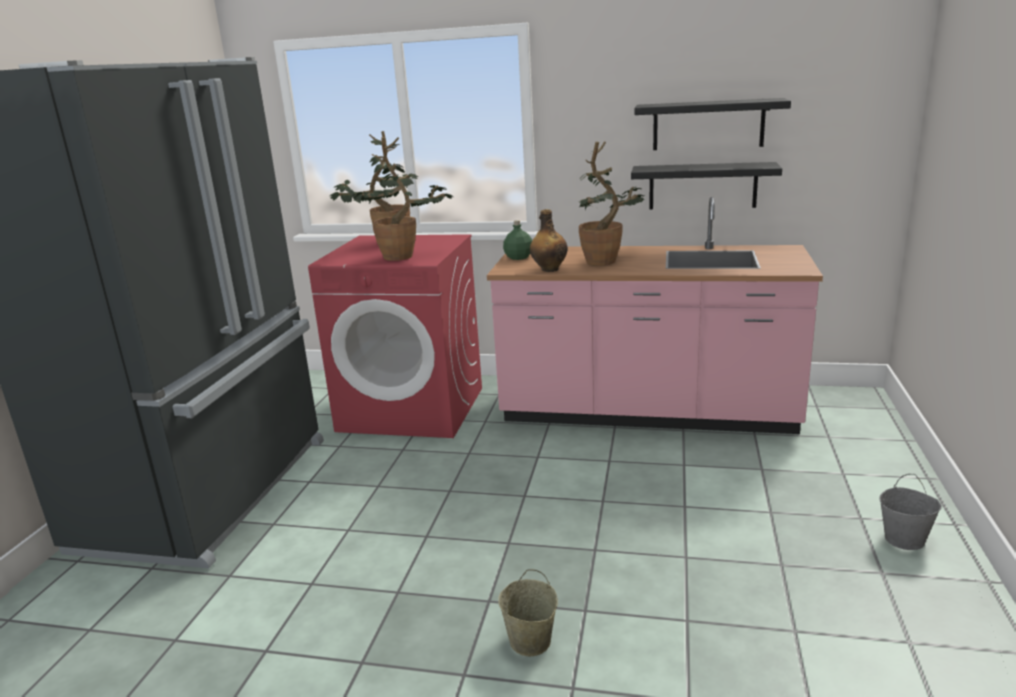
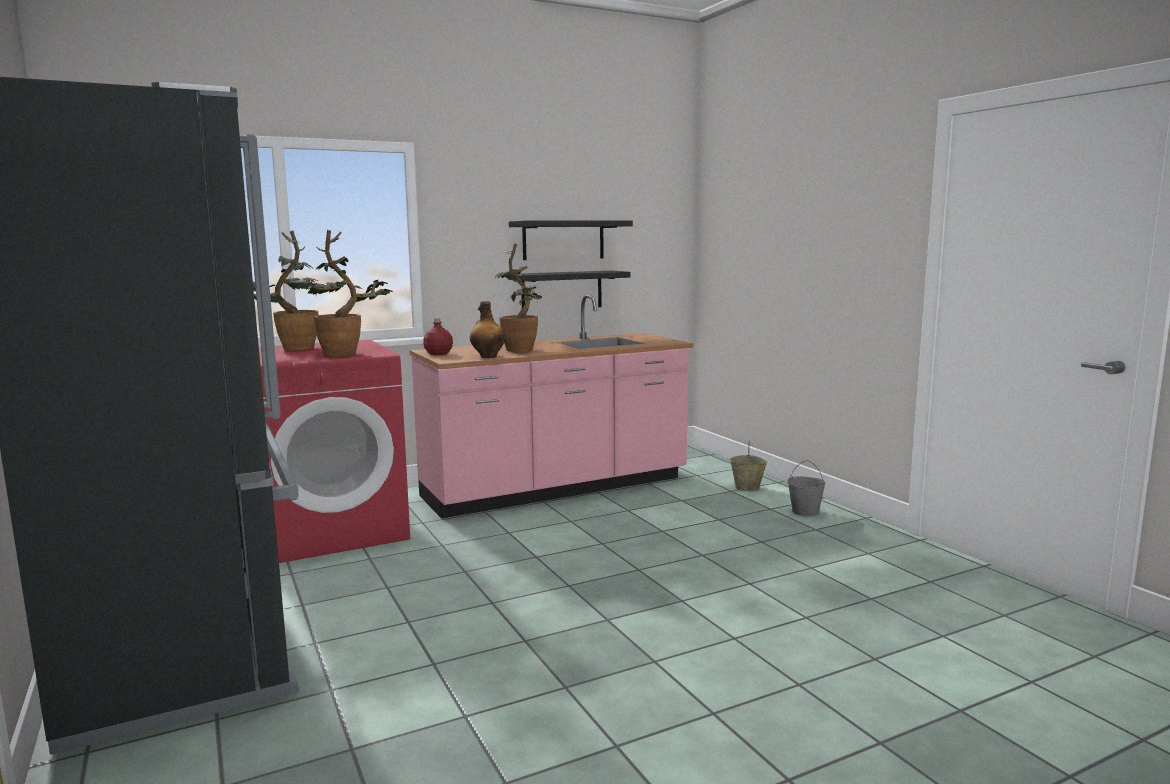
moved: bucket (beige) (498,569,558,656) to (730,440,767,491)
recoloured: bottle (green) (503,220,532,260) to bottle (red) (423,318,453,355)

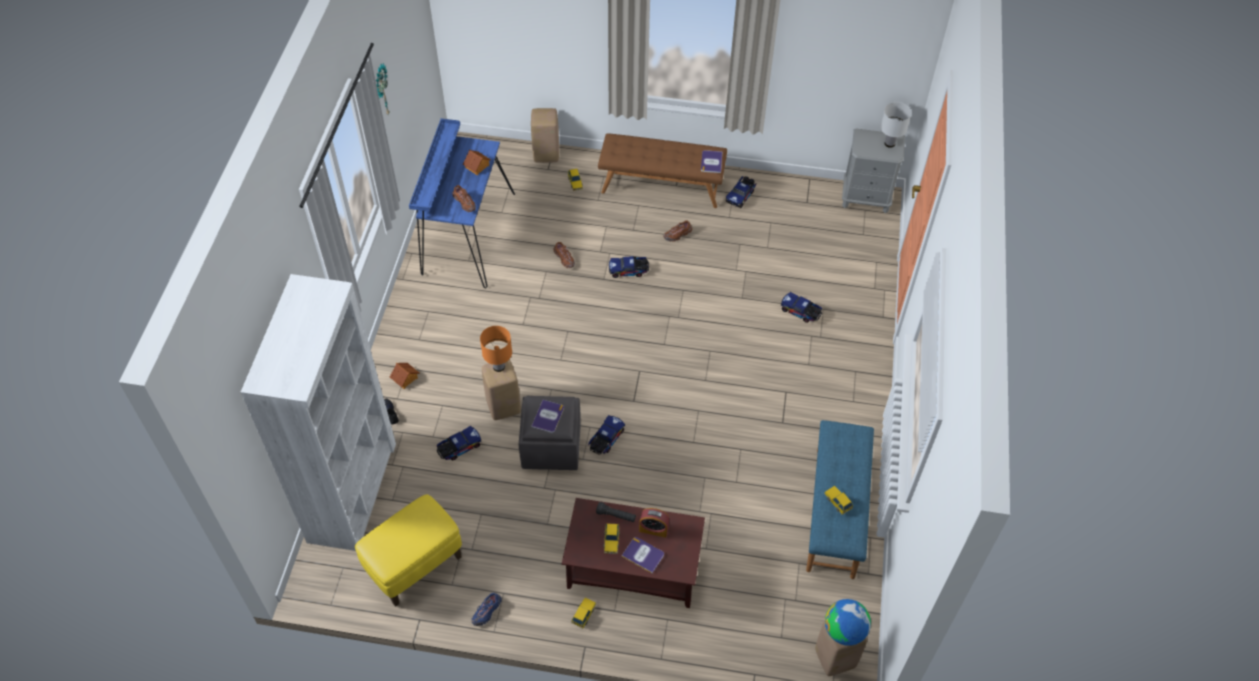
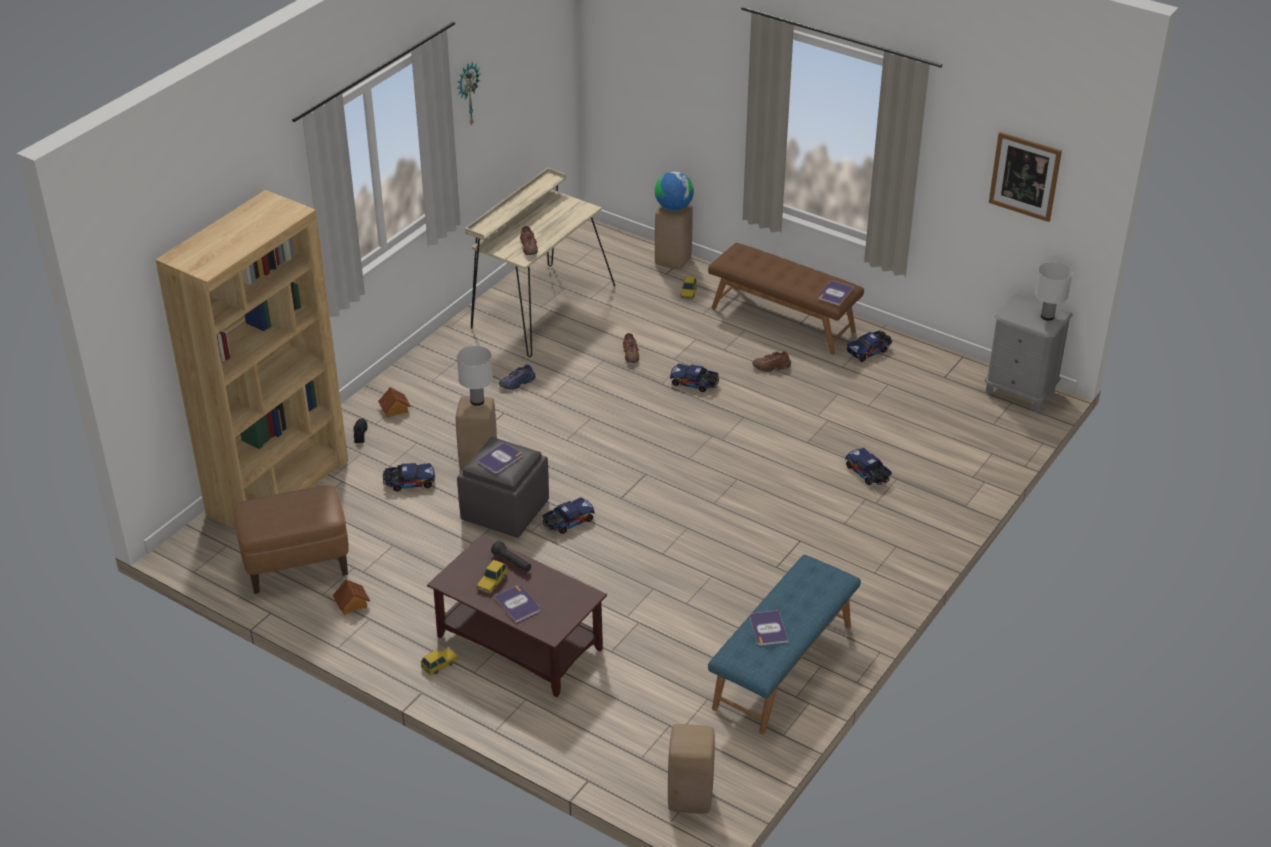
removed: alarm clock (639,508,669,538)
added: picture (989,132,1062,222)
moved: toy house (463,150,491,175) to (333,579,370,615); shoe (blue) (471,593,502,626) to (498,364,536,390); globe (825,599,871,646) to (655,171,694,211)
replaced: toy car (824,486,853,515) to book (750,610,788,645)
recoloured: bookcase (white) (241,274,396,551) to bookcase (brown) (155,190,348,530); ottoman (yellow) (355,494,462,607) to ottoman (brown) (233,486,349,594); desk (blue) (409,118,515,288) to desk (beige) (465,168,615,357); table lamp (orange) (480,326,512,372) to table lamp (white) (457,346,493,406)

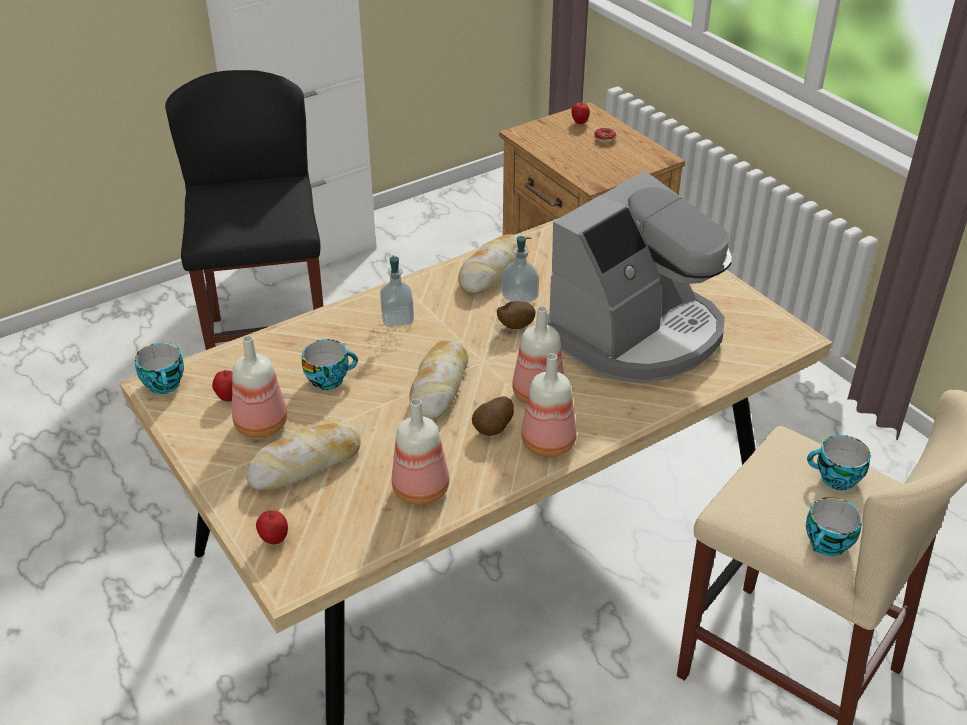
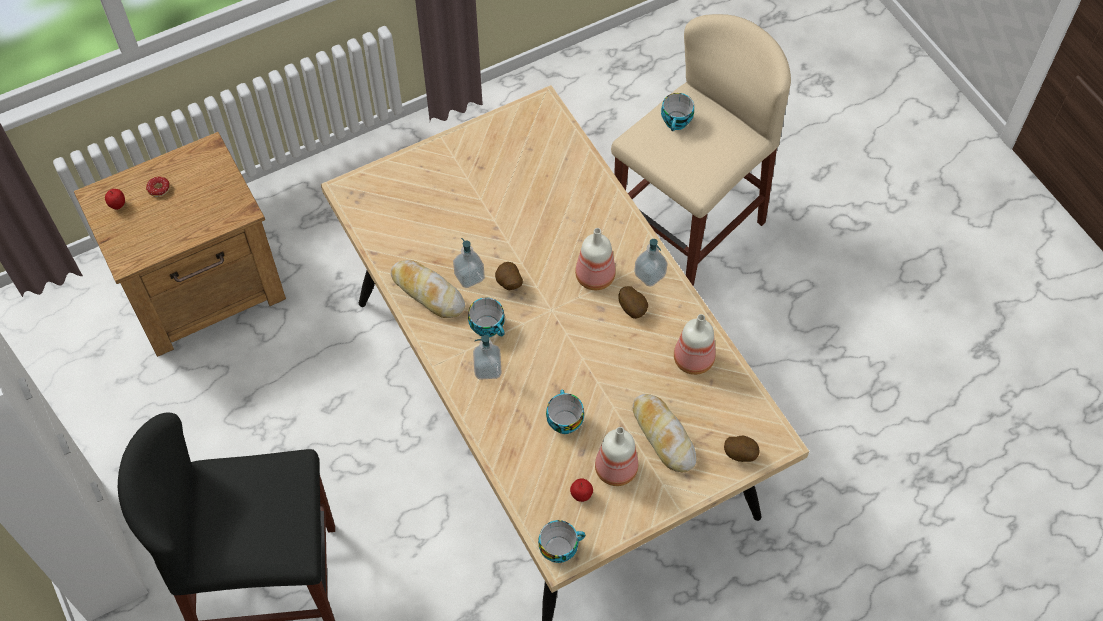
removed: bread (409,339,468,419); coffee machine (547,171,732,383)
moved: cup (806,497,862,556) to (468,298,505,337)
replaced: apple (256,510,288,544) to potato (724,436,760,462); bottle (521,353,576,457) to soap dispenser (634,239,668,287)

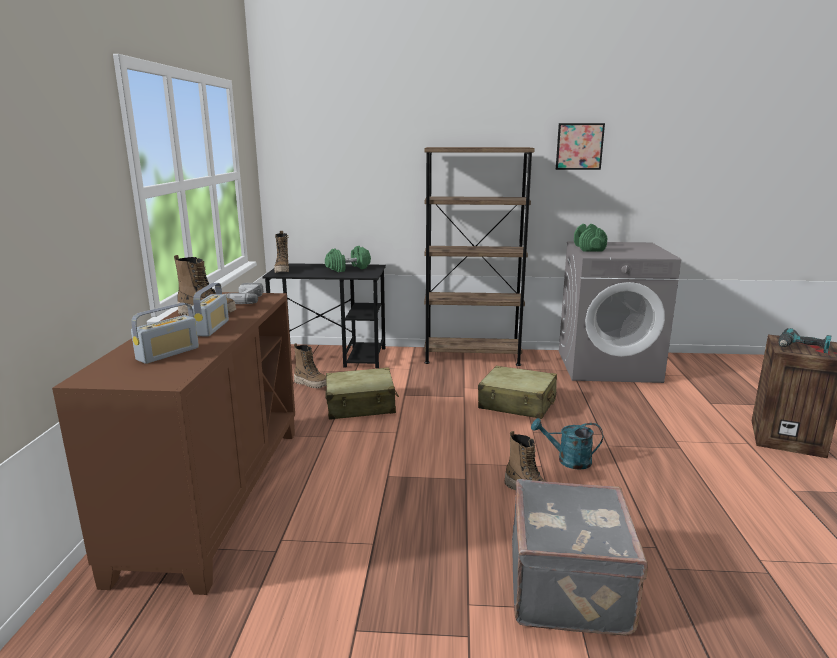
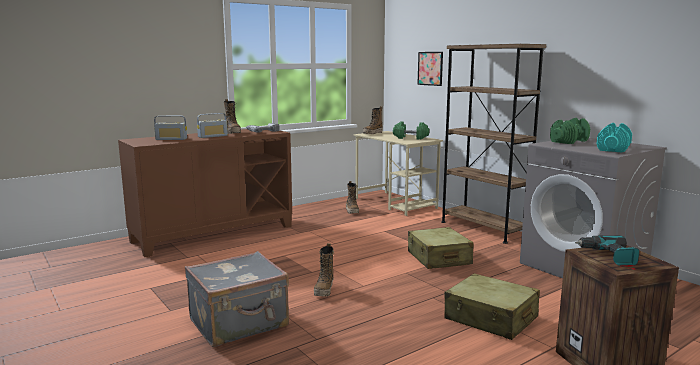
removed: watering can (turquoise) (531,418,603,470)
added: dumbbell (turquoise) (597,123,632,152)
moved: suitcase (beige) (325,367,399,420) to (444,273,540,340); picture (556,123,605,170) to (417,52,443,86)
recoloured: desk (black) (262,263,386,368) to desk (beige) (354,131,443,216)

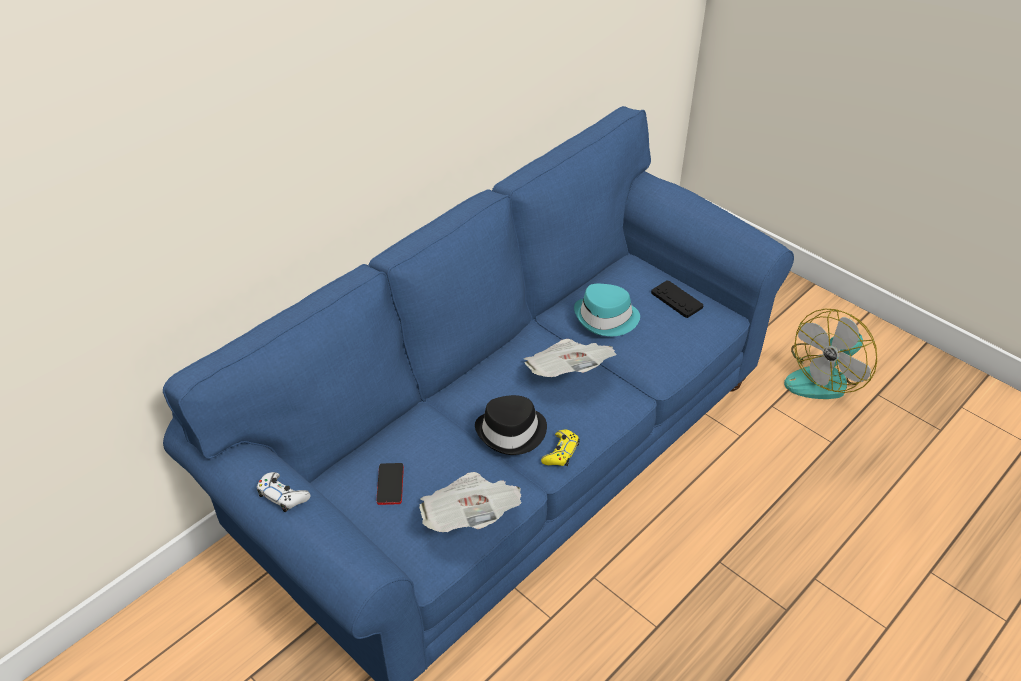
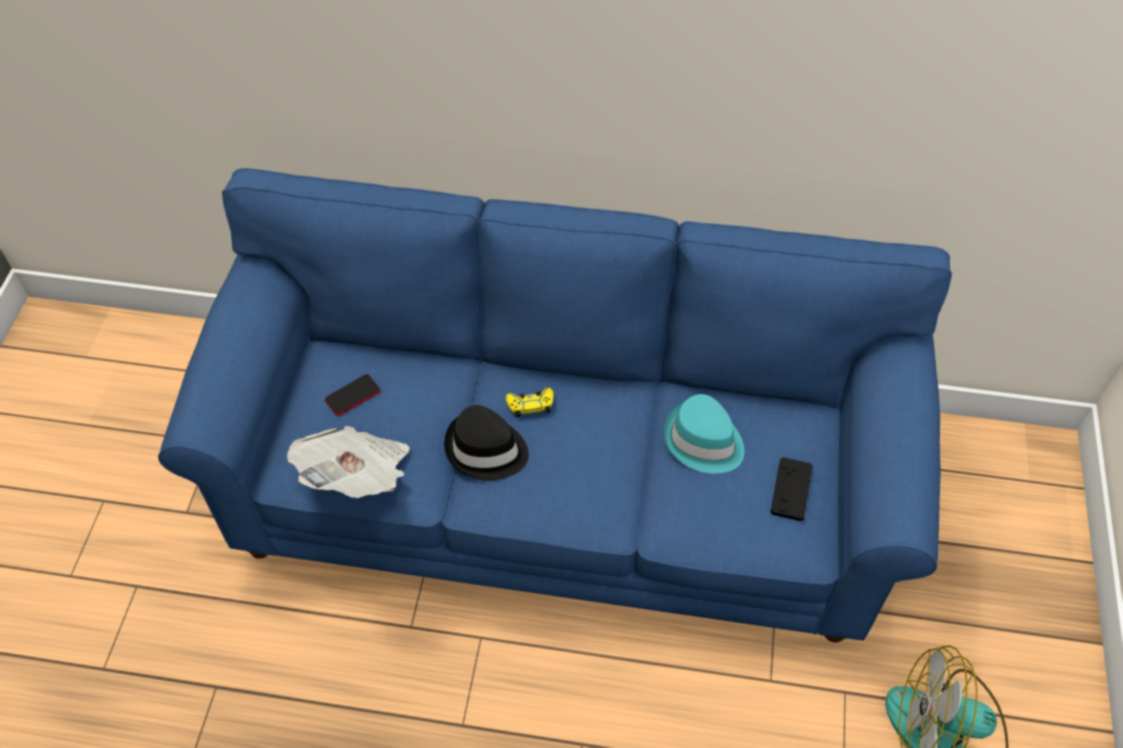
removed: game controller (white) (257,472,311,512); newspaper (524,339,616,377)
moved: game controller (yellow) (541,430,580,466) to (506,387,554,417)

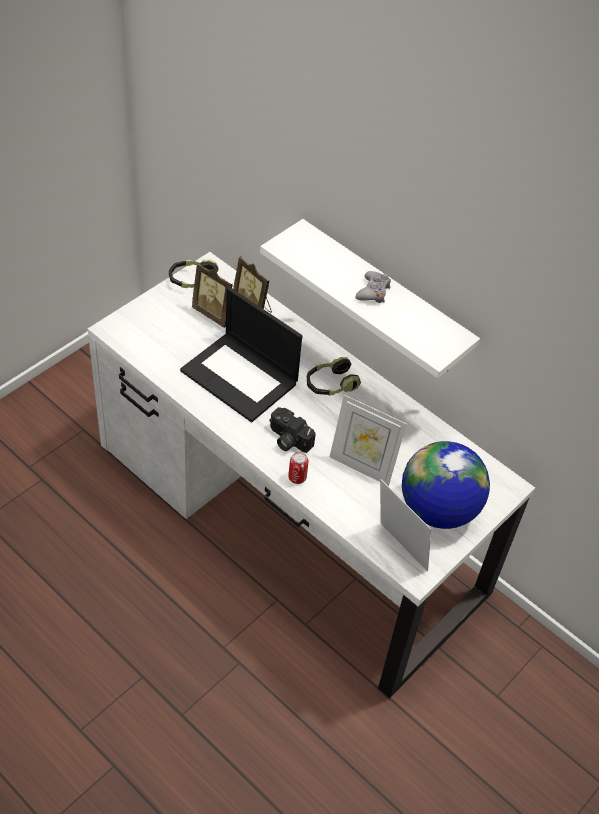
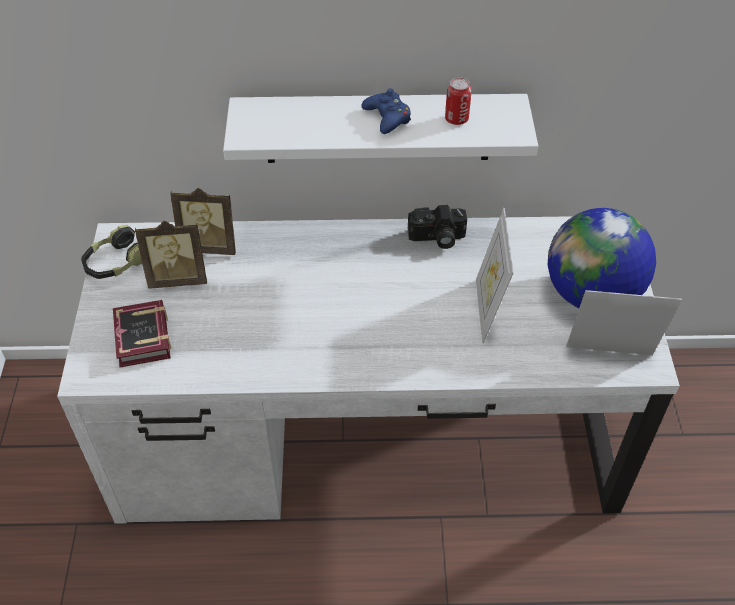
removed: laptop (180,287,302,422); headphones (307,357,361,396)
added: book (113,300,171,368)
moved: photo camera (269,407,316,453) to (408,205,467,249); can (288,451,308,484) to (445,77,472,125)
recoloured: game controller (grey) (355,271,391,303) to game controller (blue) (362,88,411,134)
turned: picture frame (330,395,407,486) = (476,208,514,343) 105 degrees clockwise

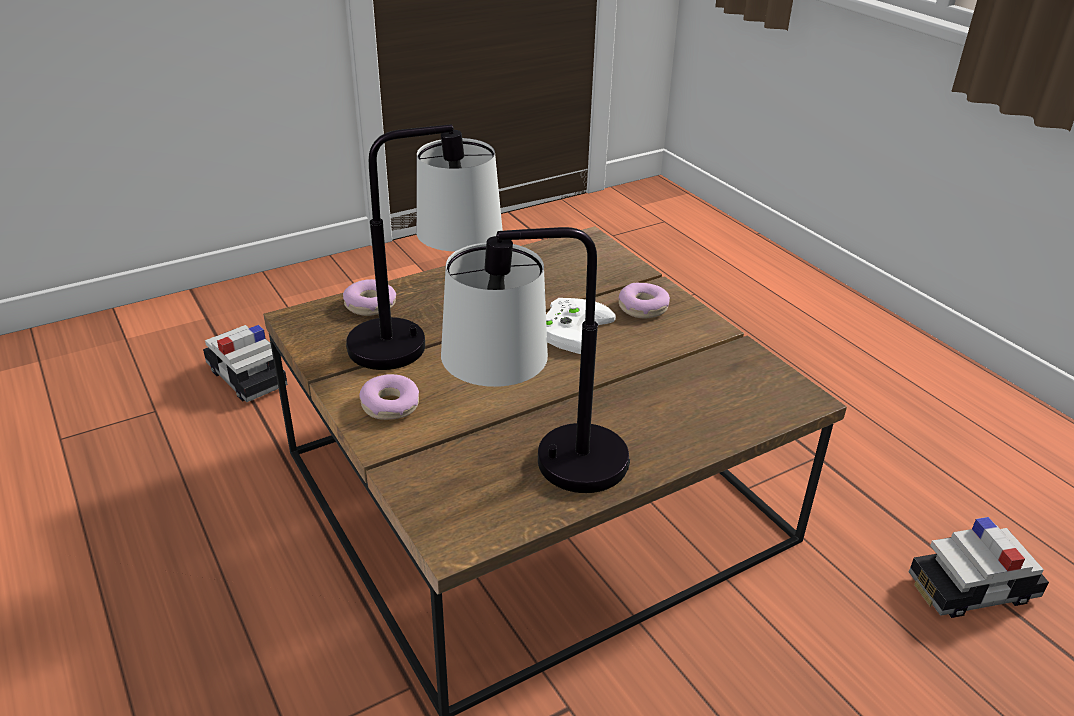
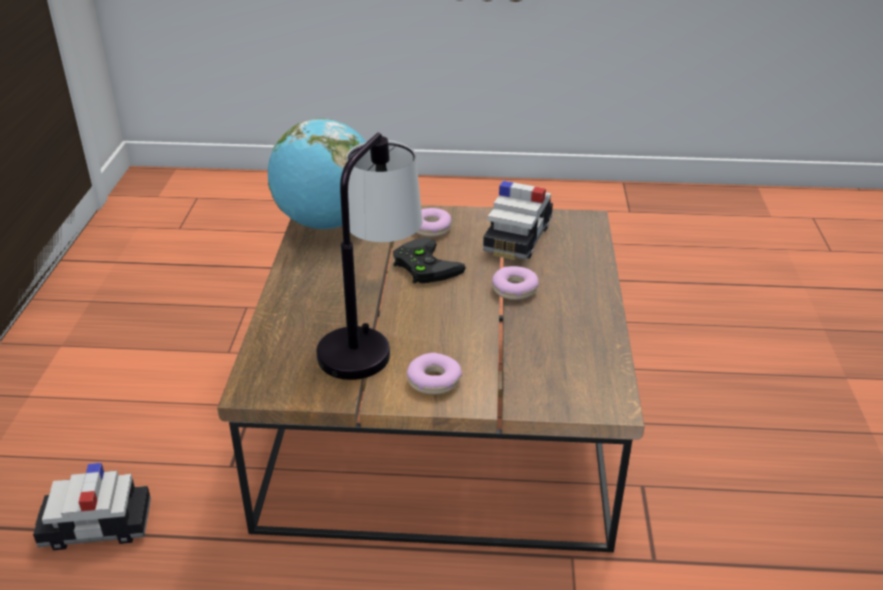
removed: table lamp (441,227,630,493)
added: globe (268,119,366,229)
moved: donut (343,279,396,316) to (492,266,539,300); toy car (909,517,1049,618) to (483,181,553,260)
recoloured: game controller (white) (546,298,616,354) to game controller (black) (393,238,466,284)

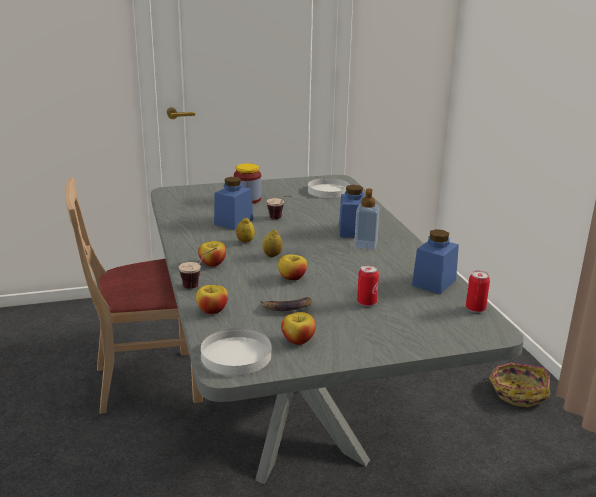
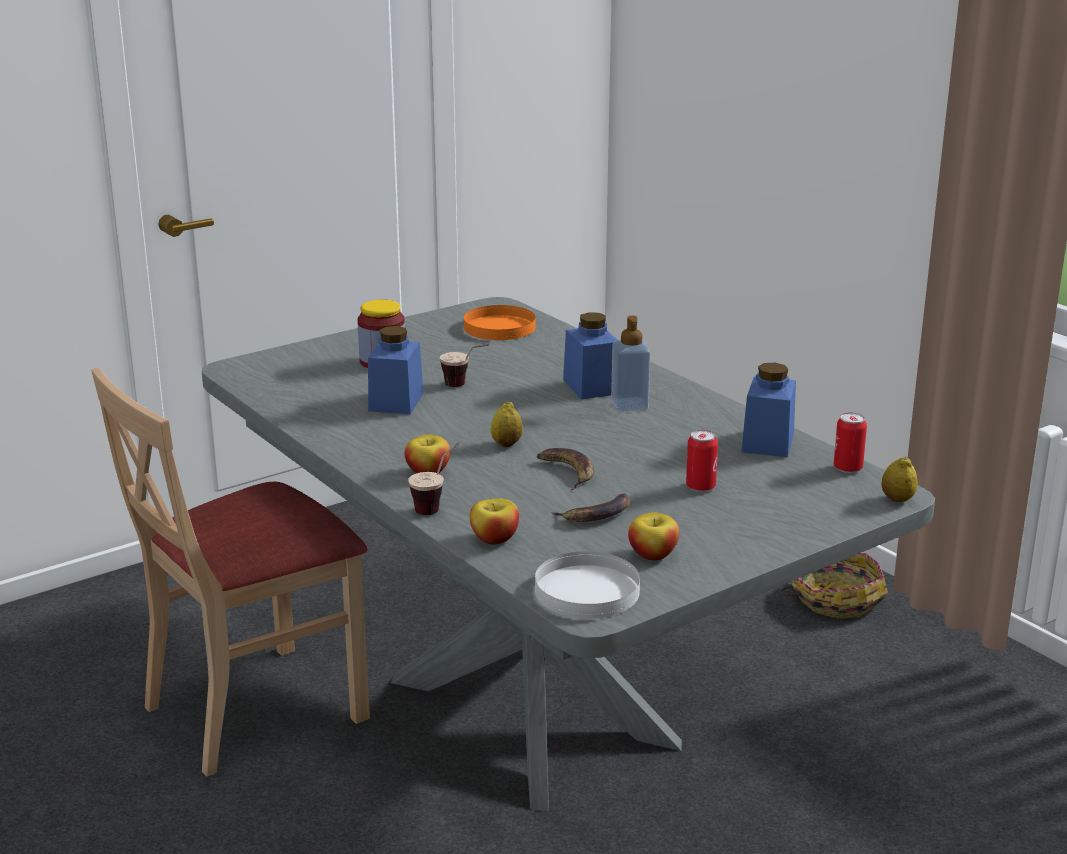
moved: lemon (236,217,255,243) to (881,456,917,502)
replaced: apple (278,254,307,281) to banana (537,448,594,490)
recoloured: plate (white) (308,178,350,198) to plate (orange) (464,305,535,340)

